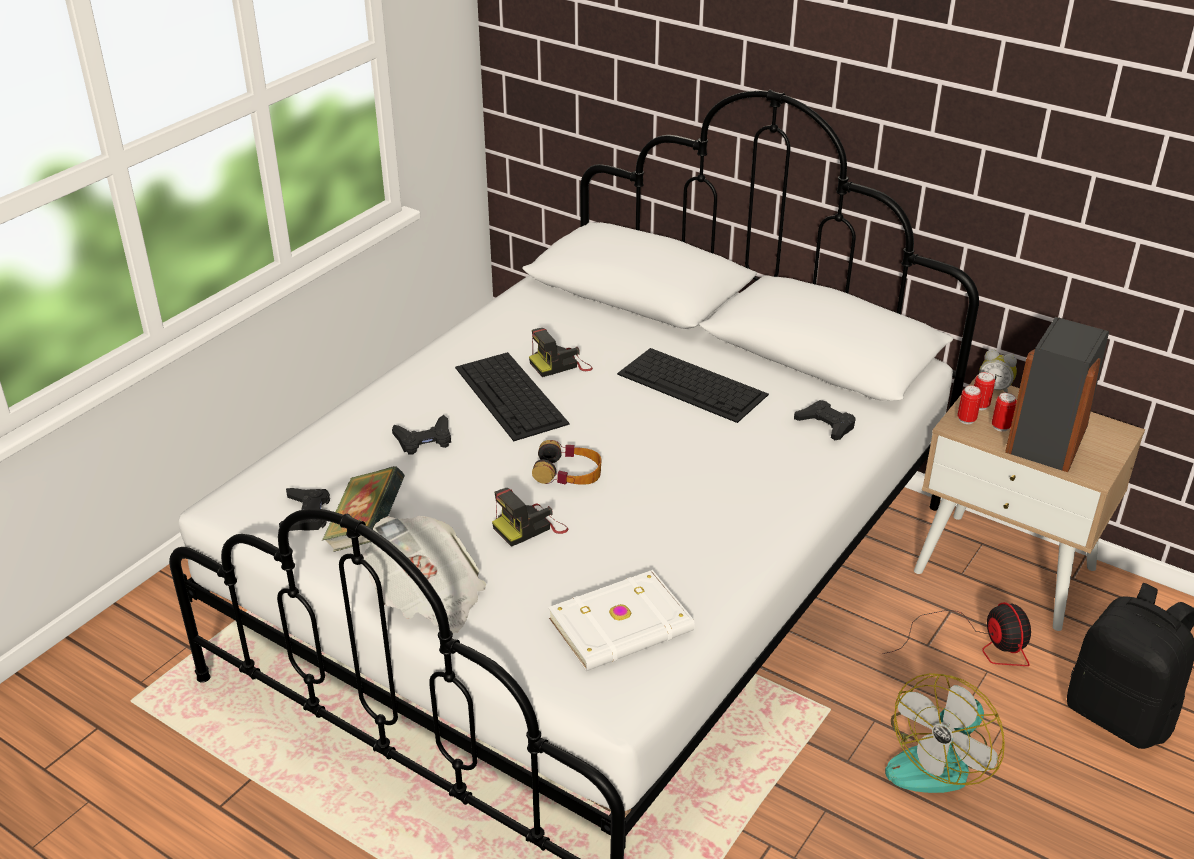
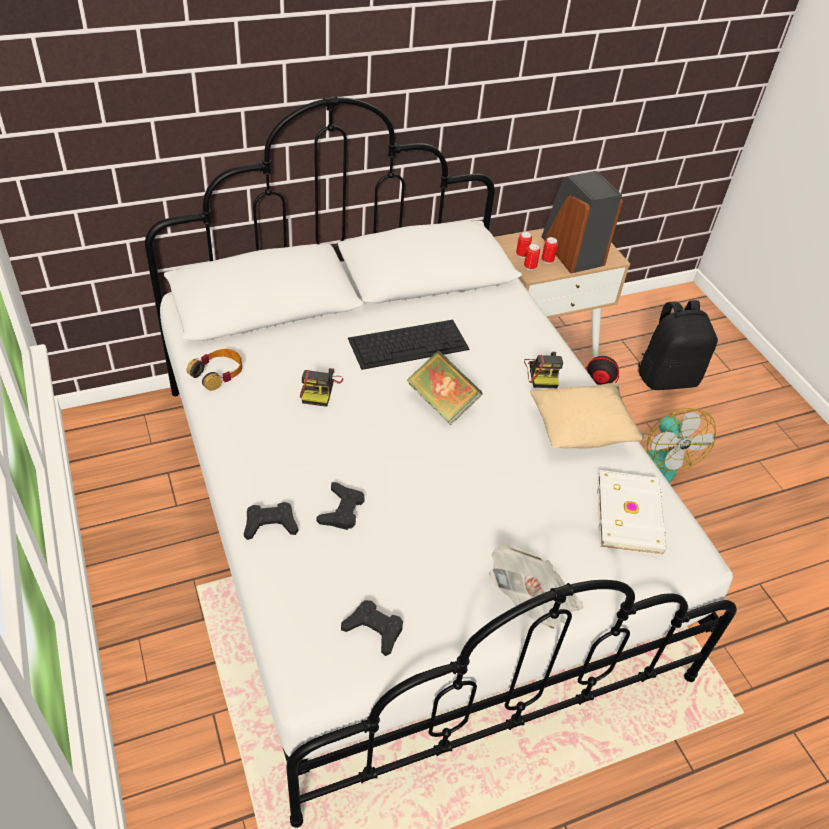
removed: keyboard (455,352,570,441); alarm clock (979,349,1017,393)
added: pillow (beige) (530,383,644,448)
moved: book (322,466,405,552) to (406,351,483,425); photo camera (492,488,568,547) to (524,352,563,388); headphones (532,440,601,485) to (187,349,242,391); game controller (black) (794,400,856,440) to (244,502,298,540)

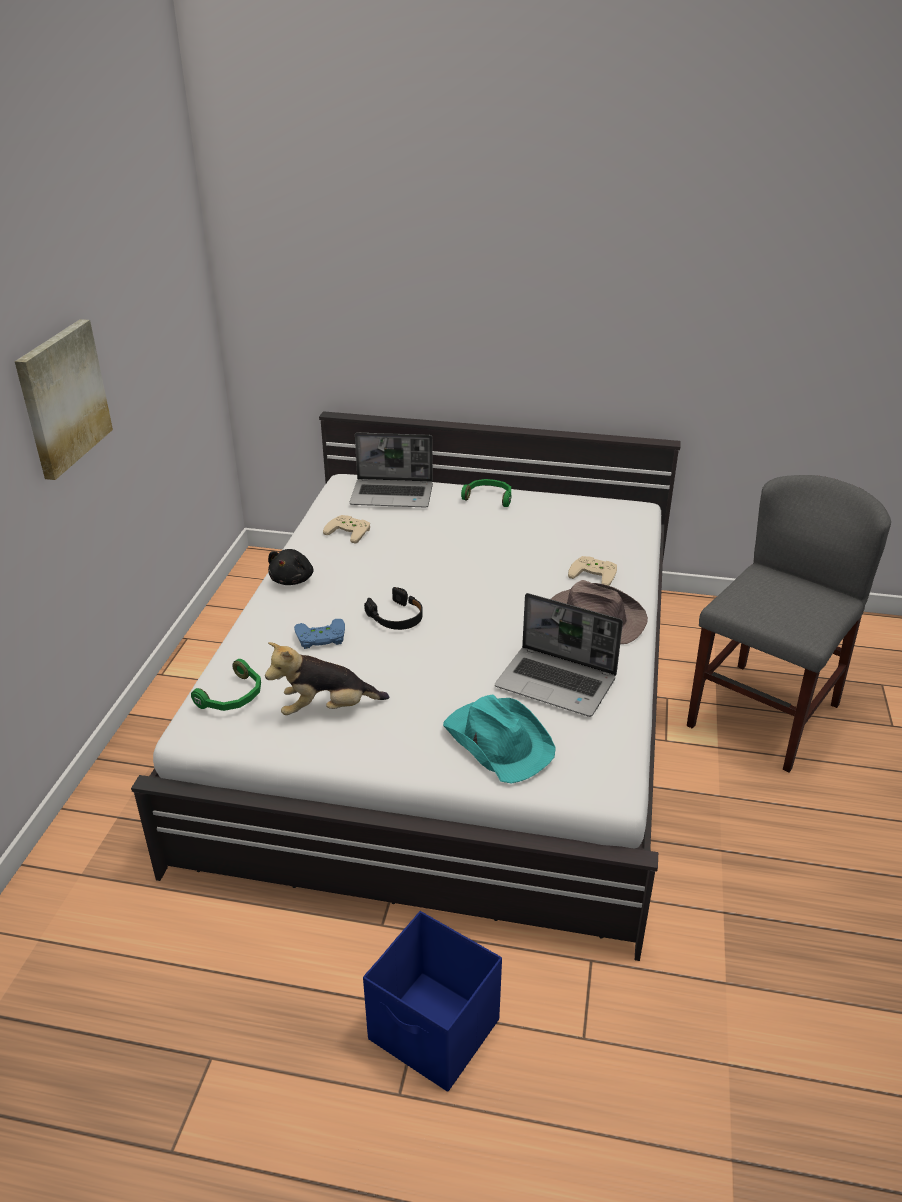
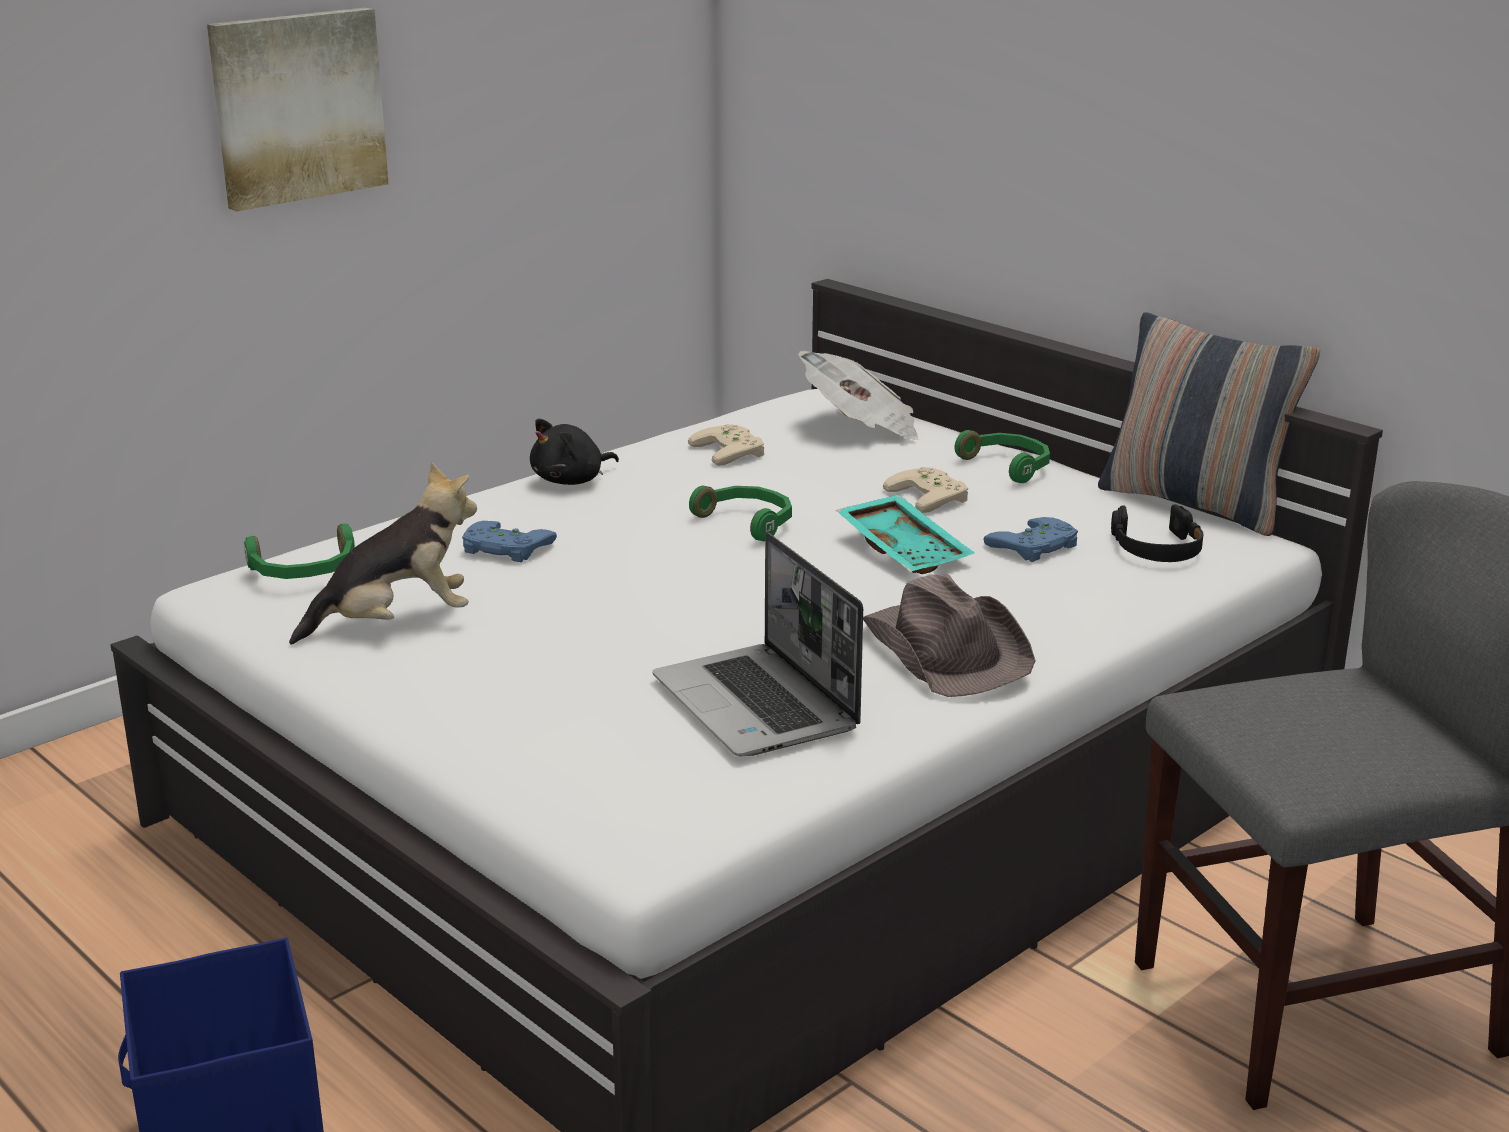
removed: hat (turquoise) (443,694,556,784)
added: headphones (green) (689,486,792,541); tray (turquoise) (836,495,975,574); game controller (blue) (983,517,1078,562); pillow (1098,312,1320,536)
moved: headphones (black) (364,587,423,630) to (1111,504,1203,562); game controller (beige) (568,556,617,586) to (883,467,968,513)
replaced: laptop (349,433,433,507) to newspaper (798,351,919,440)
turned: plush toy (265,642,389,715) = (289,462,477,645) 135 degrees clockwise

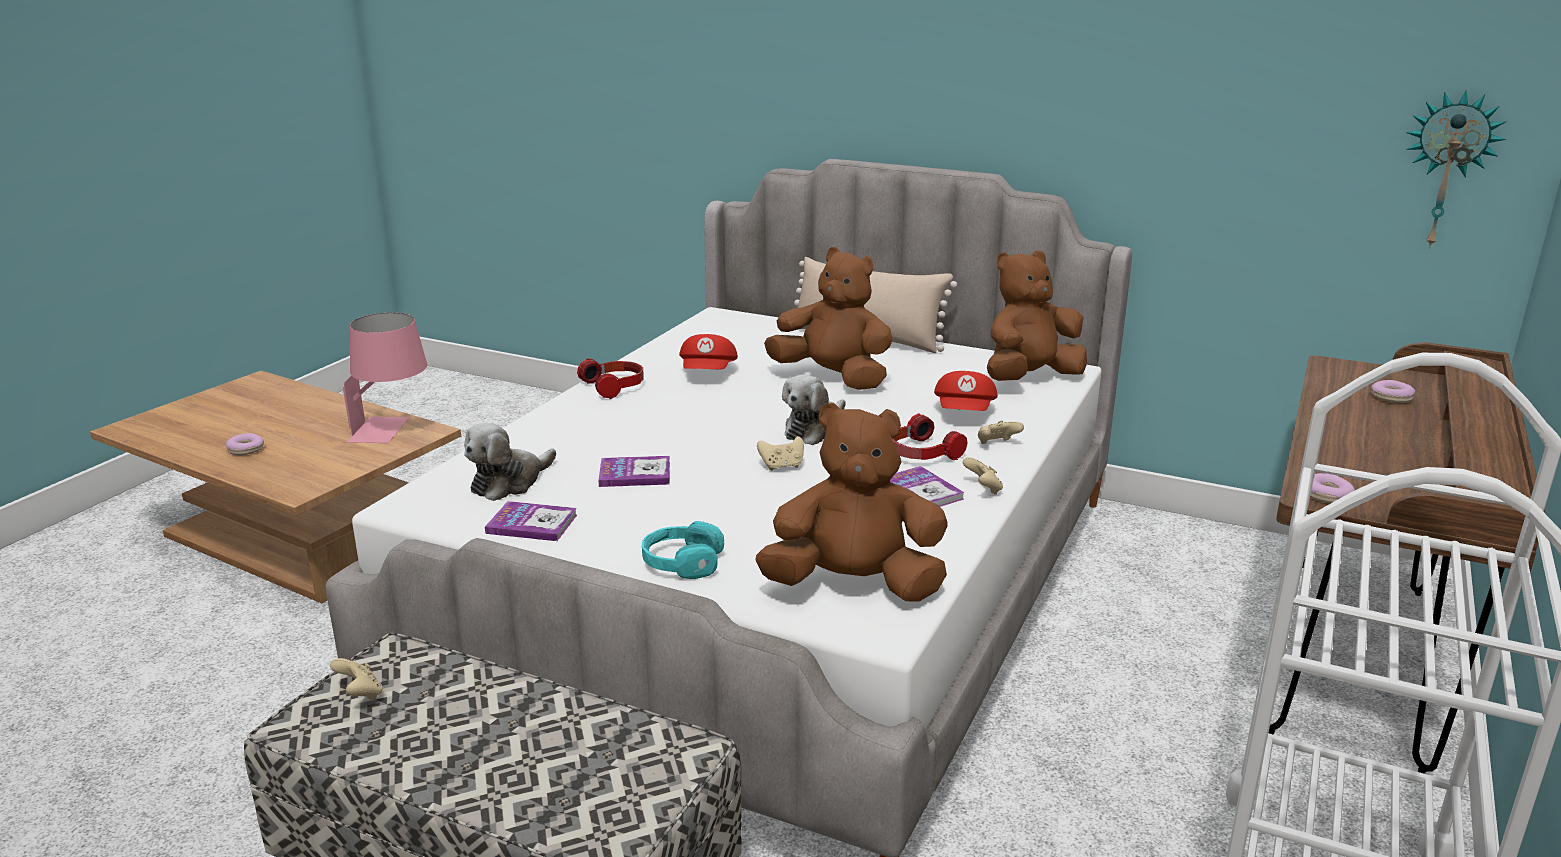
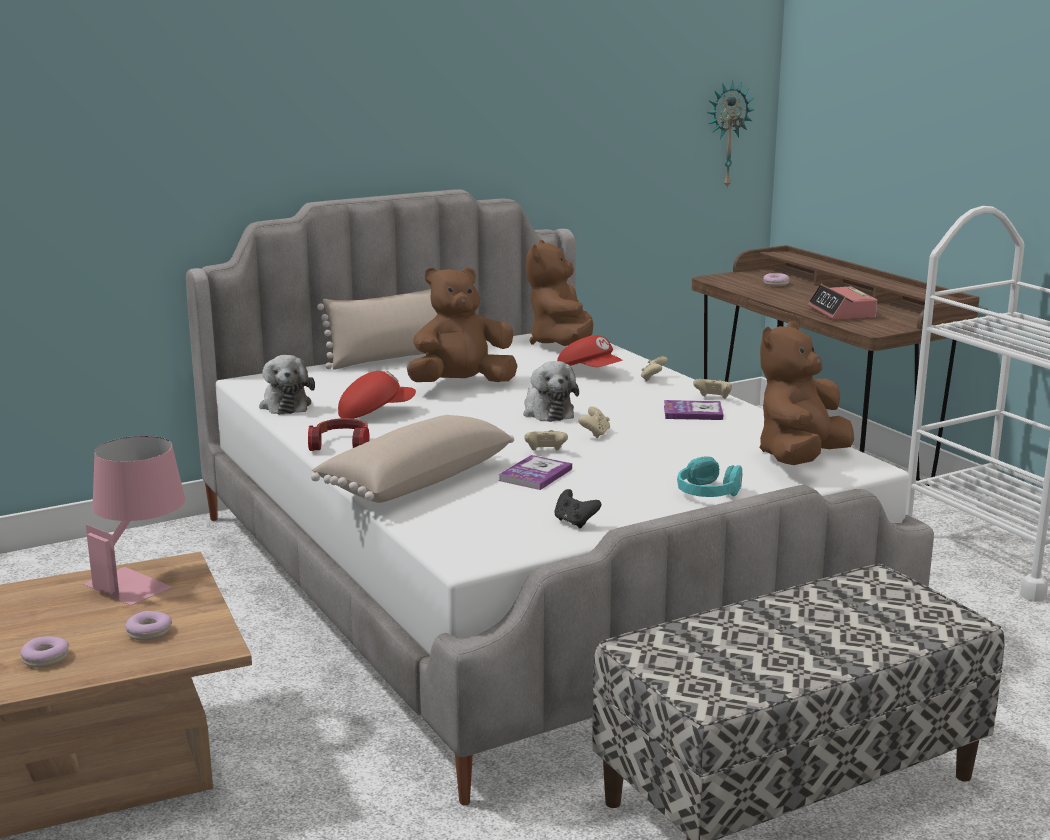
removed: headphones (893,413,968,460)
added: pillow (beige) (311,415,514,503); alarm clock (808,284,877,320)
moved: game controller (beige) (330,658,383,700) to (524,430,568,451); plush toy (464,423,556,501) to (259,355,315,415); donut (1310,473,1355,504) to (126,611,172,641)
replaced: book (485,501,577,541) to game controller (black) (554,489,601,528)
turned: cap (red) (679,334,738,370) = (338,371,416,419) 60 degrees counterclockwise

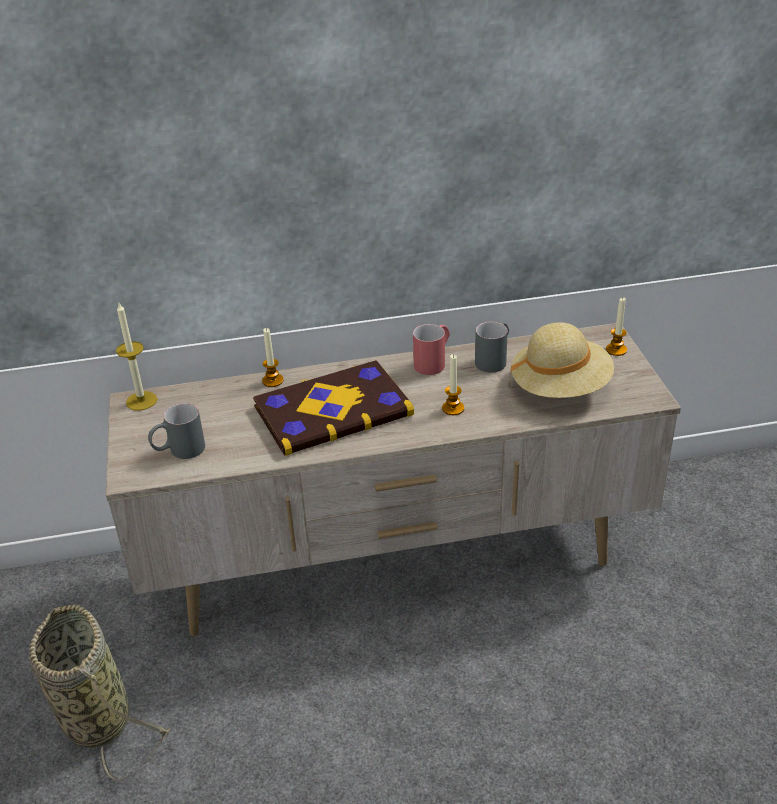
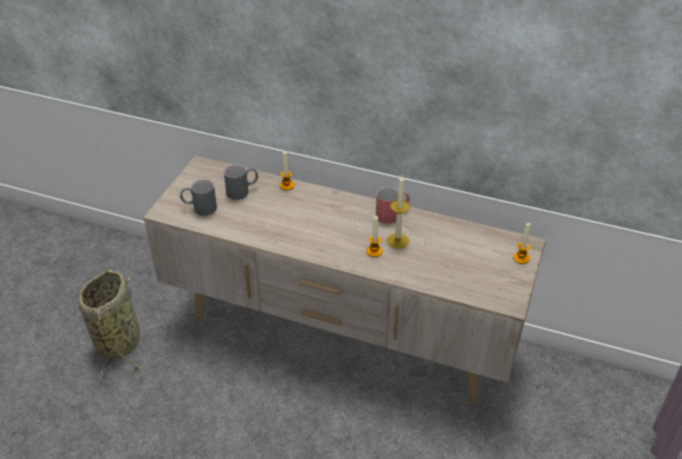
removed: book (253,360,414,456); hat (beige) (509,322,614,398)
moved: candle (116,303,157,411) to (387,175,410,249); mug (grey) (475,322,509,373) to (224,164,258,200)

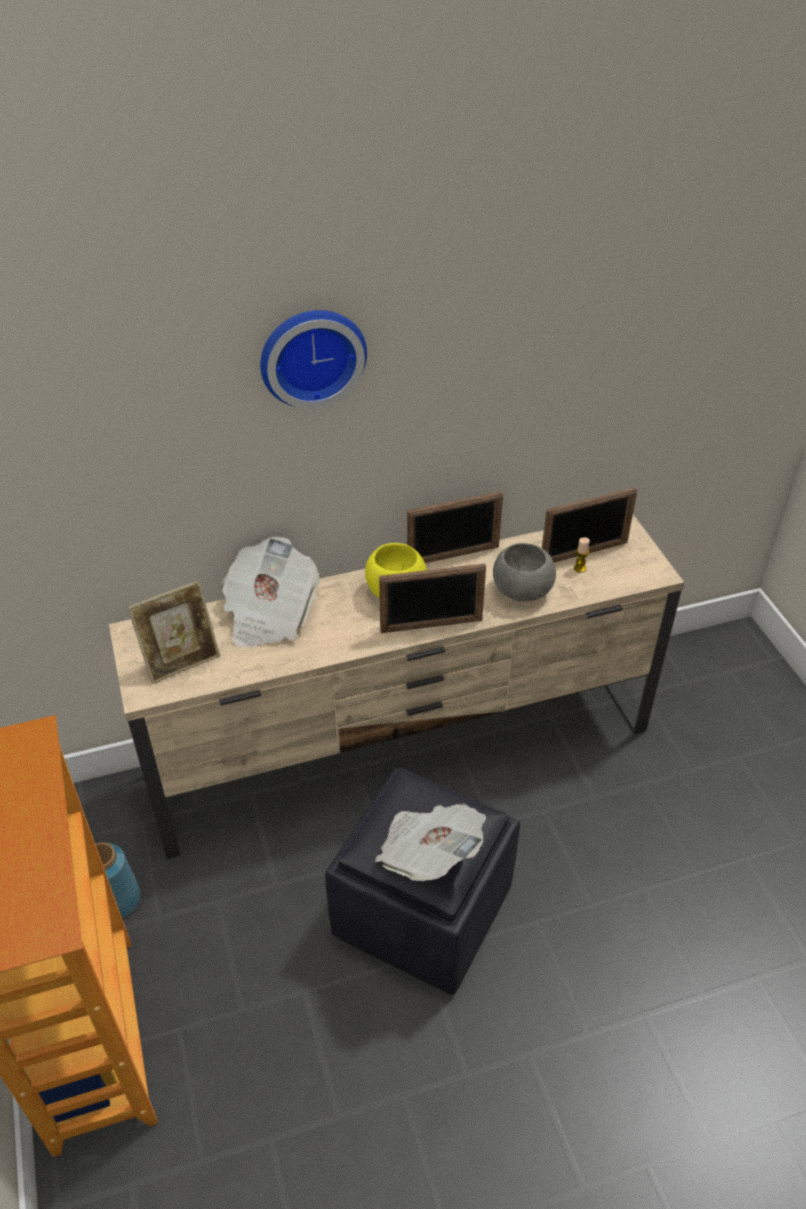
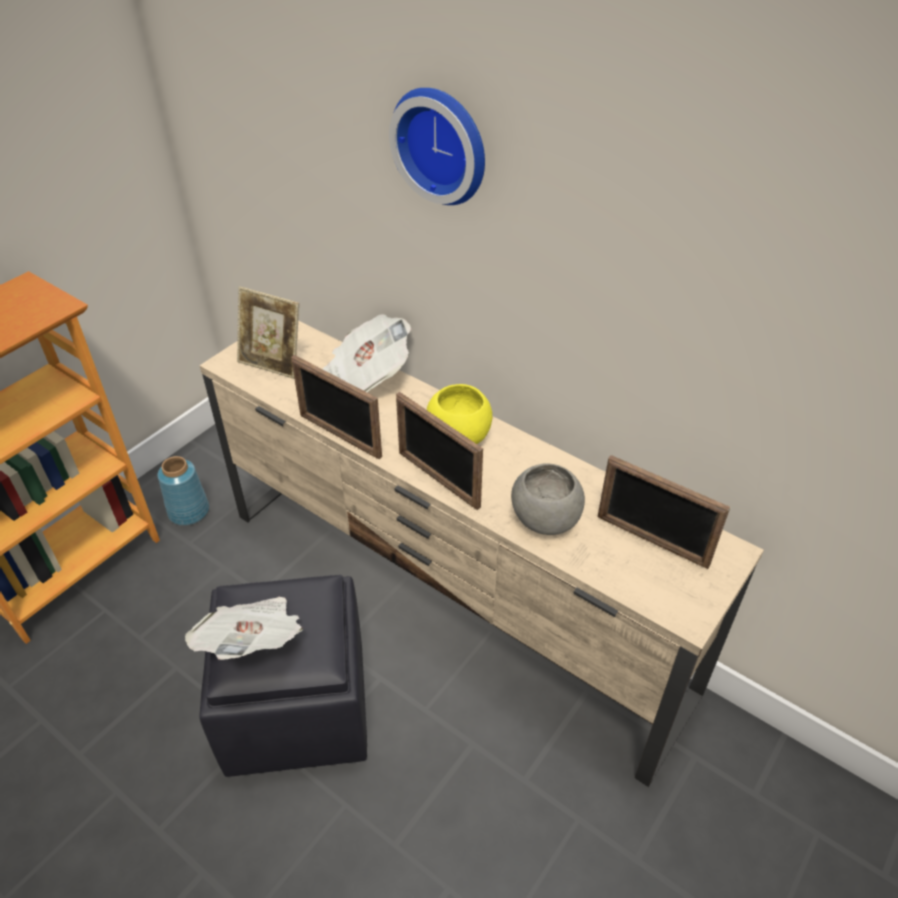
removed: candle (574,537,590,573)
moved: picture frame (407,491,503,563) to (291,355,382,459)

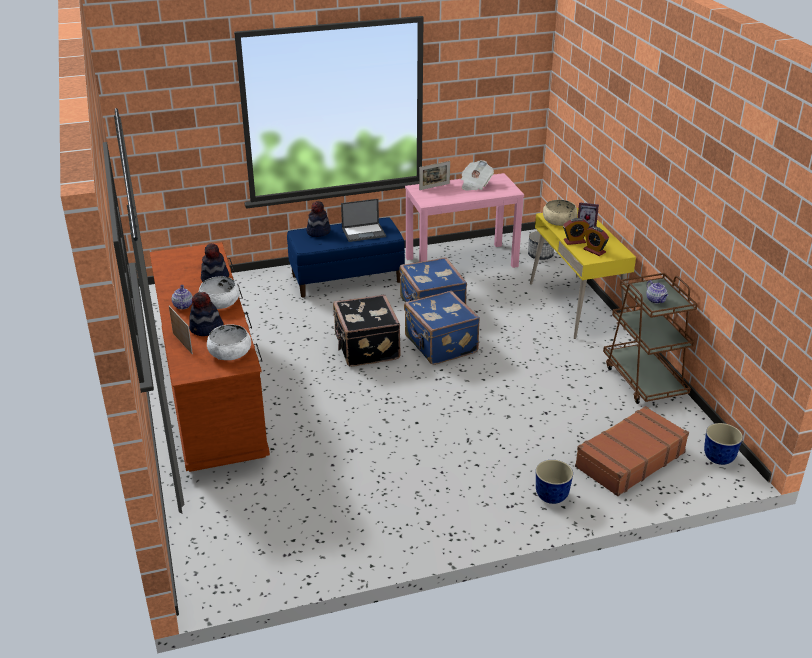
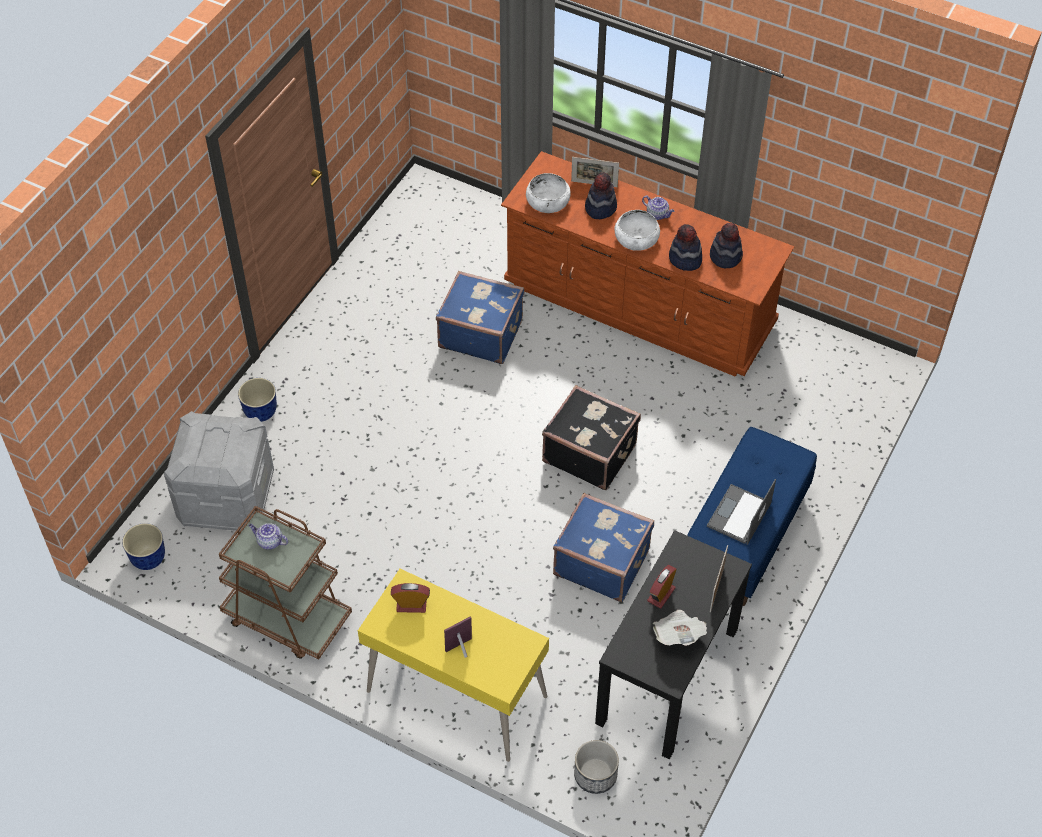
removed: bowl (beige) (543,200,578,226)
moved: hat (307,201,331,237) to (710,223,743,268); suitcase (blue) (404,291,480,365) to (436,271,524,364); alarm clock (563,218,590,245) to (647,565,677,609)
replaced: suitcase (brown) (575,406,689,496) to storage box (grey) (164,411,274,531)
recoloured: console table (pink) (405,173,524,268) to console table (black) (595,530,752,760)

